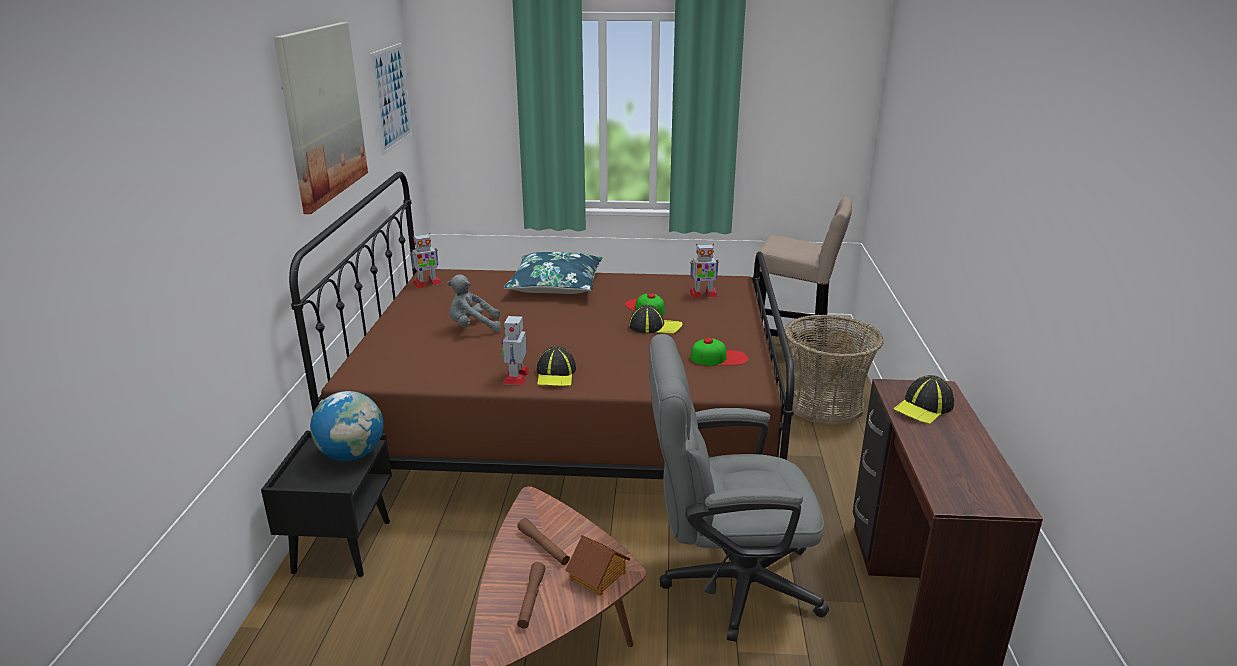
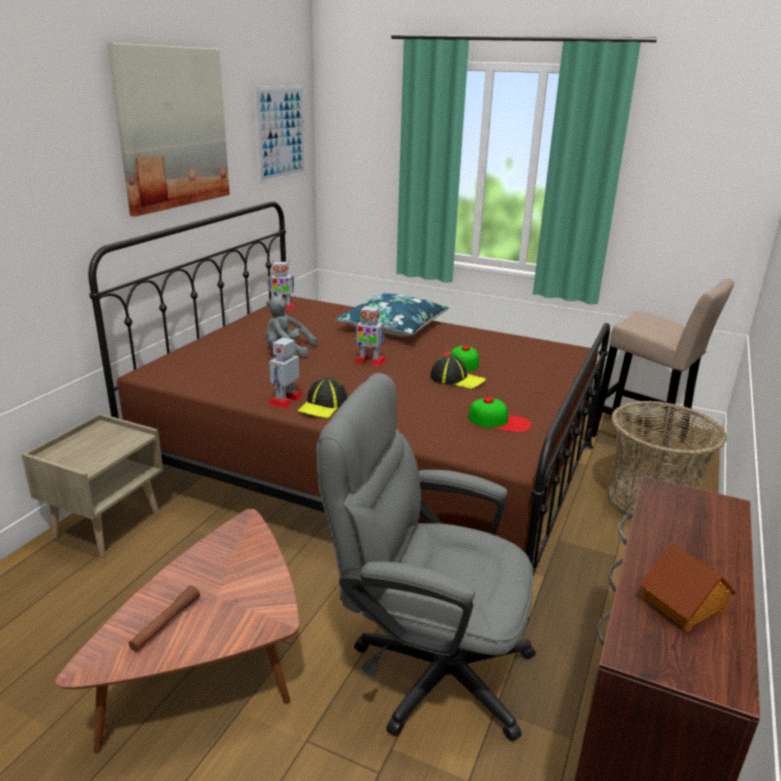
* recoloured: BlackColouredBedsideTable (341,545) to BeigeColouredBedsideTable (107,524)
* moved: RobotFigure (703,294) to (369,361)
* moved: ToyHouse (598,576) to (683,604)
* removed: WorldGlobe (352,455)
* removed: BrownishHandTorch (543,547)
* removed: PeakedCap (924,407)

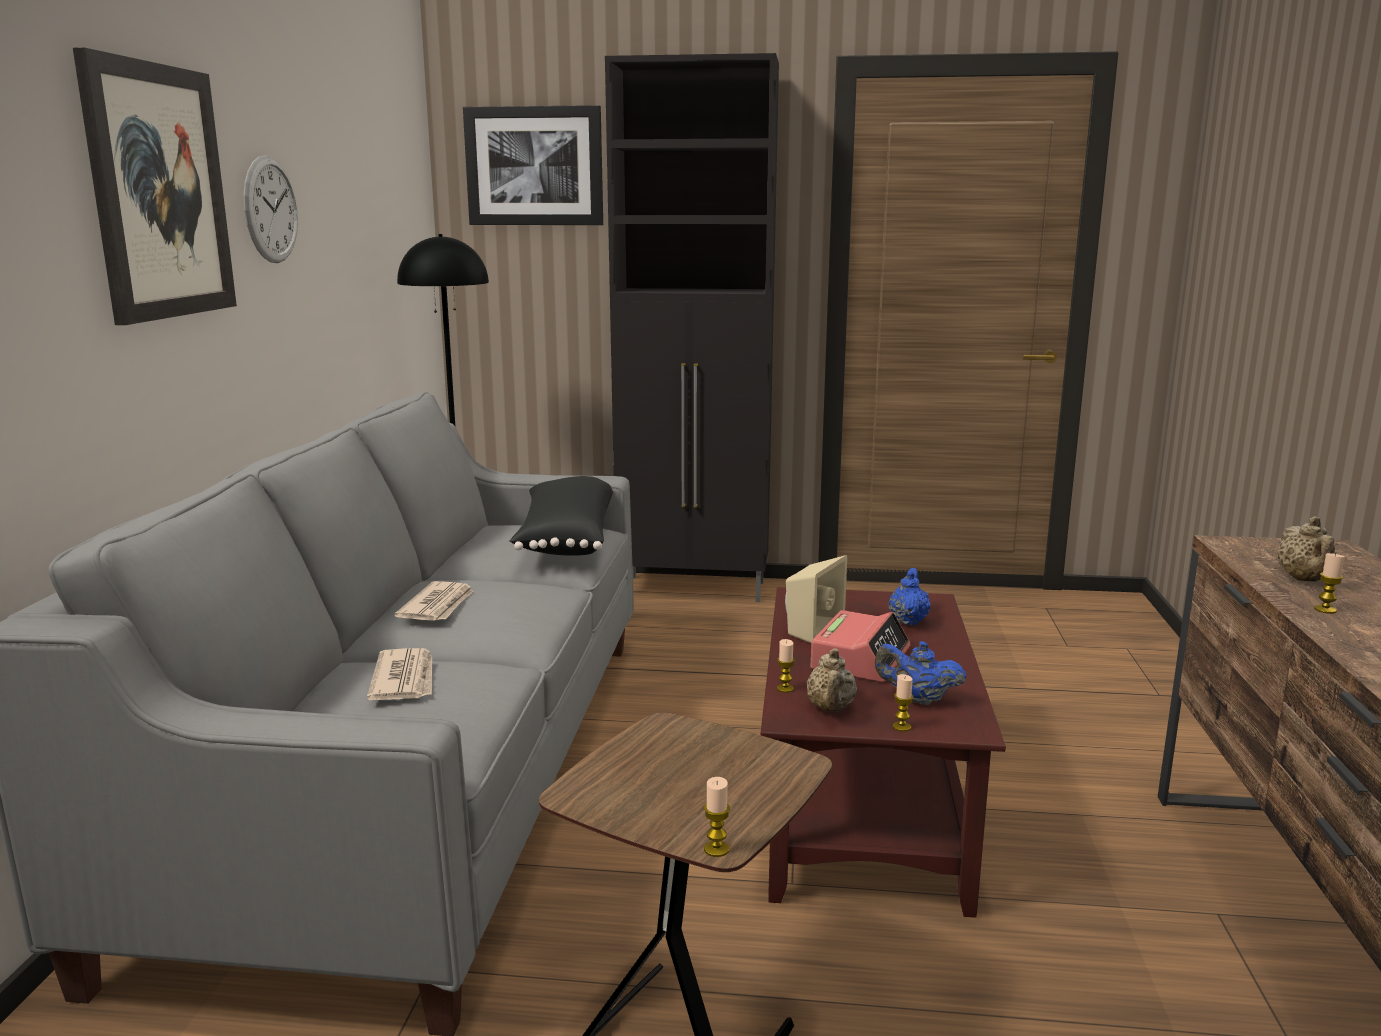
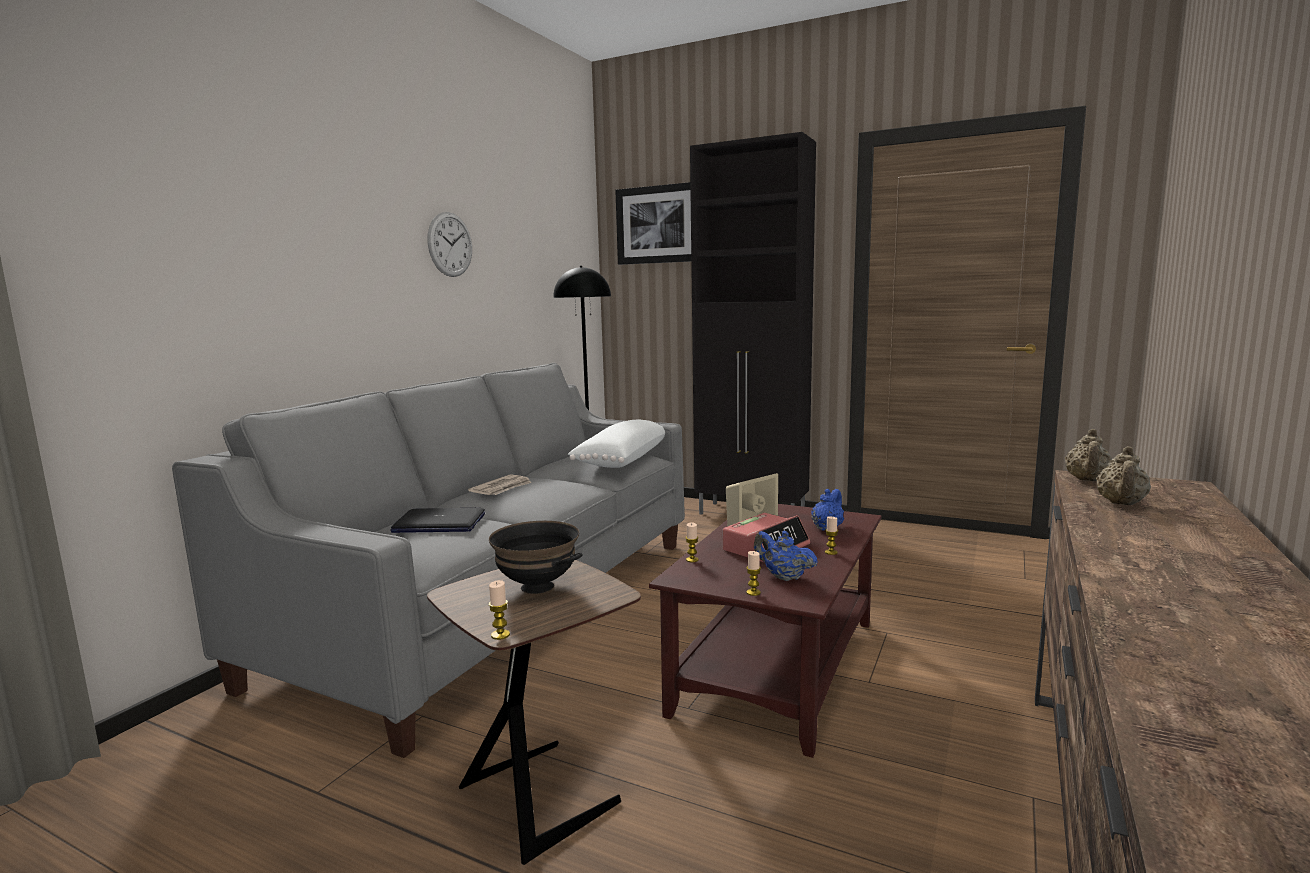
* replaced: Newspaper (405,679) to Laptop (439,523)
* added: BlackColouredDeepDish (538,586)
* recoloured: BlackColouredThrowPillow (564,539) to WhiteColouredThrowPillow (620,460)
* moved: Candle (1325,610) to (831,552)
* moved: BeigeColouredTeaPot (831,709) to (1086,480)
* removed: WallPicture (159,192)

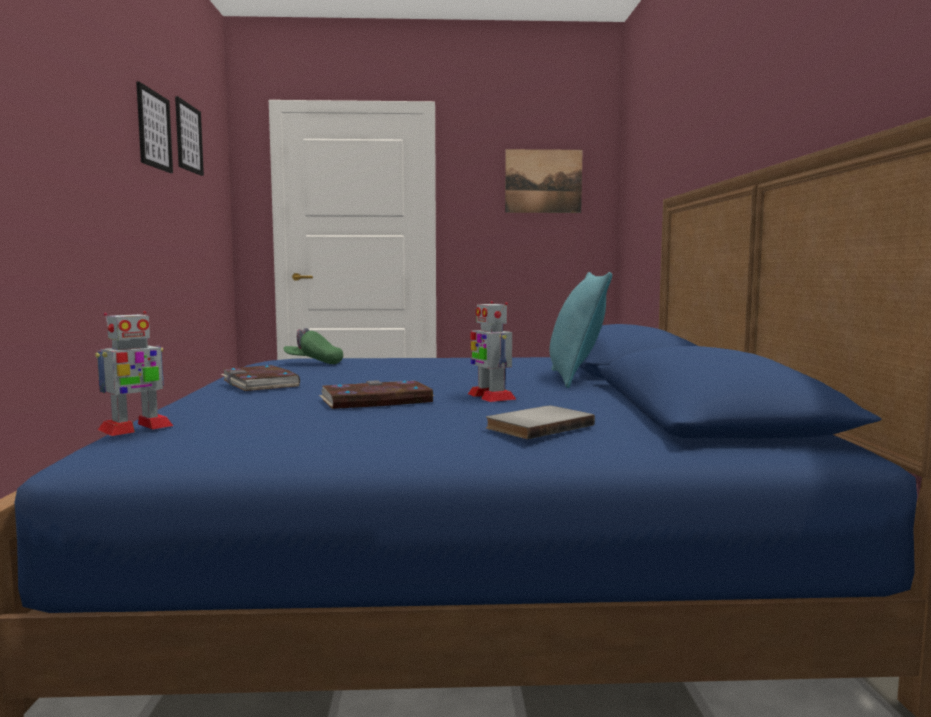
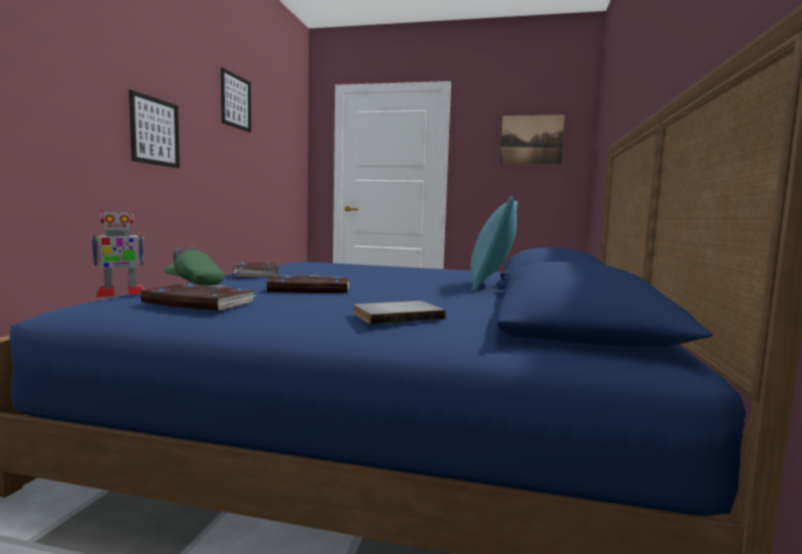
* moved: WallPicture (188,138) to (155,131)
* added: Book (198,302)
* moved: GreenishPeakedCap (313,363) to (194,283)
* removed: RobotFigure (490,397)

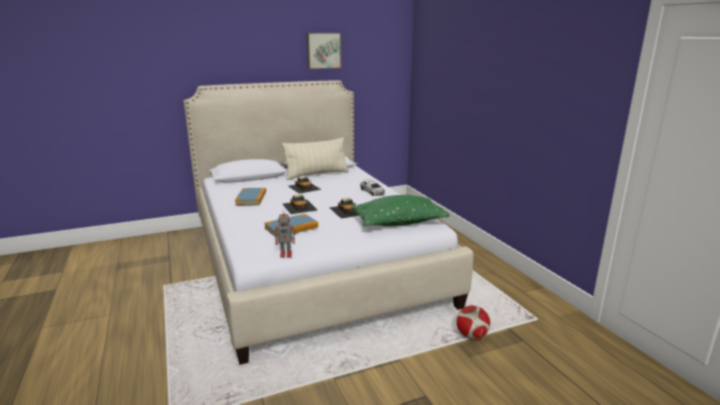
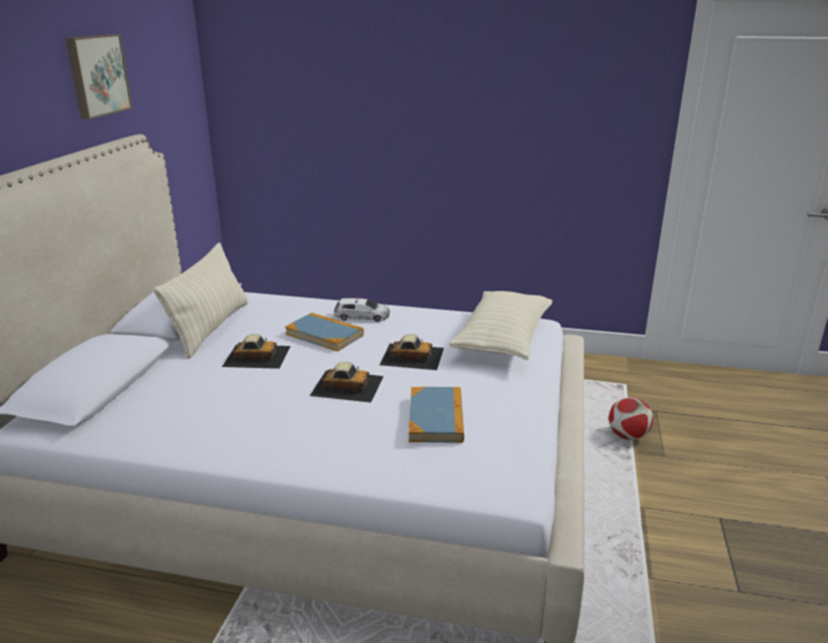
* moved: Book (251,198) to (324,335)
* recoloured: GreenishThrowPillow (399,223) to BeigeColouredThrowPillow (503,340)
* removed: RobotFigure (286,254)

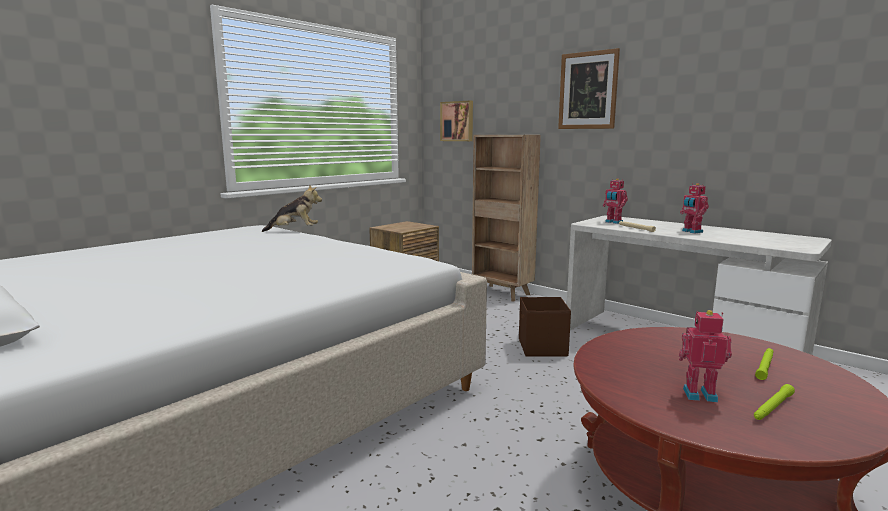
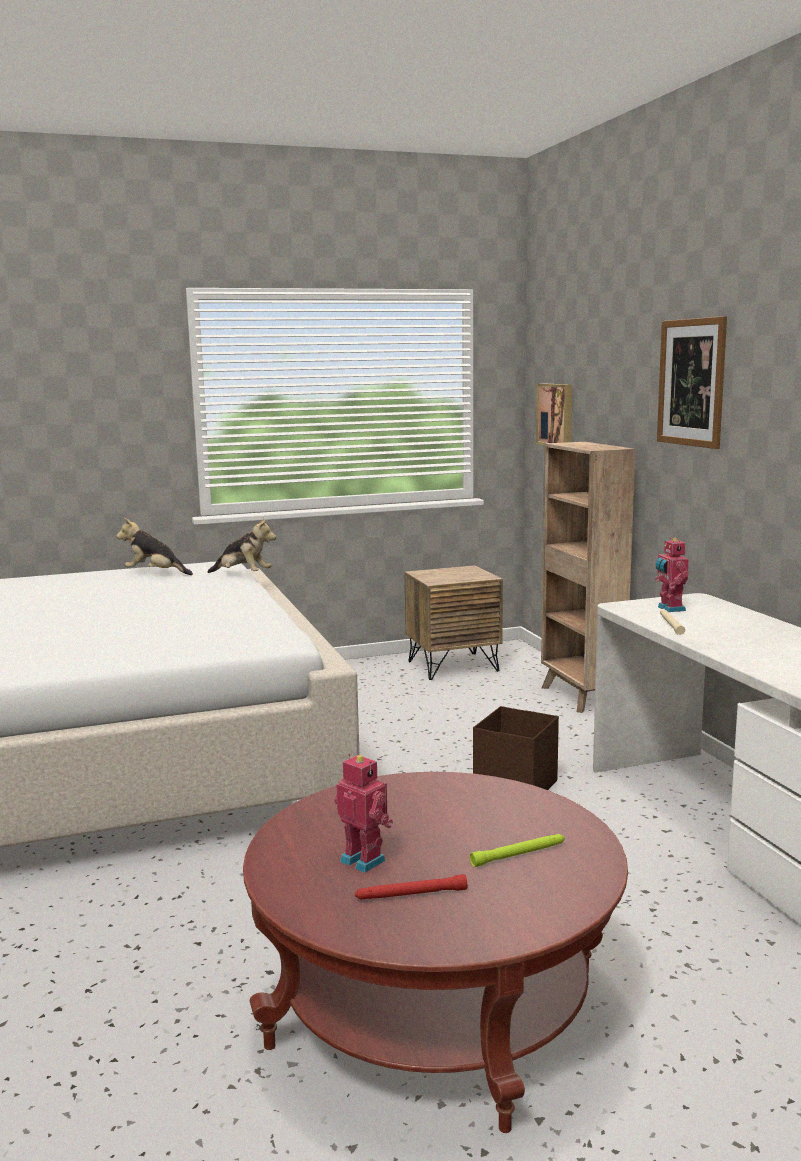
* added: SoftToy (155,574)
* recoloured: GreenishHandTorch (772,407) to RedHandTorch (410,894)
* removed: RobotFigure (691,231)

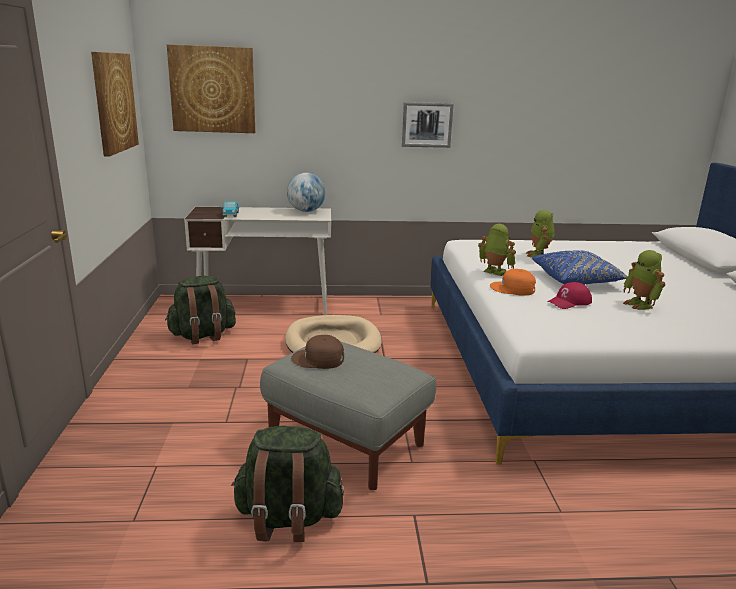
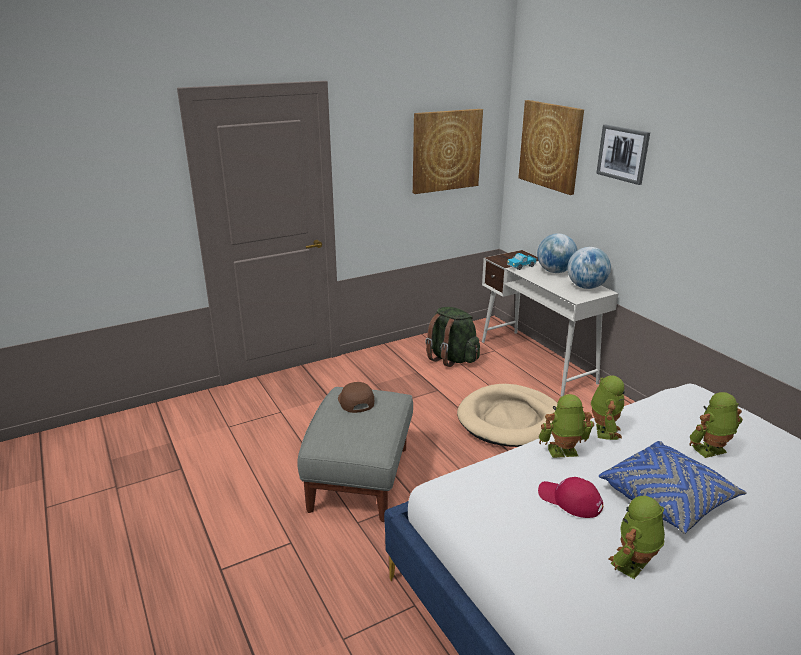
* added: WorldGlobe (555,271)
* replaced: OrangePeakedCap (513,289) to RobotFigure (563,452)
* moved: WallPicture (427,125) to (623,154)
* removed: GreenishRucksack (288,518)

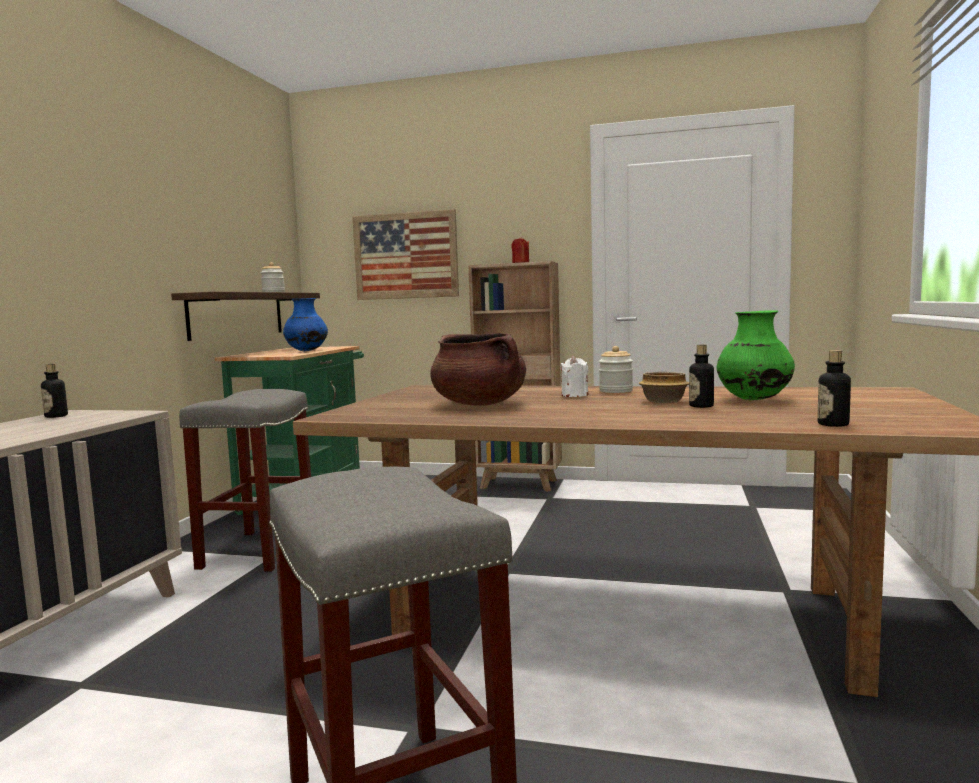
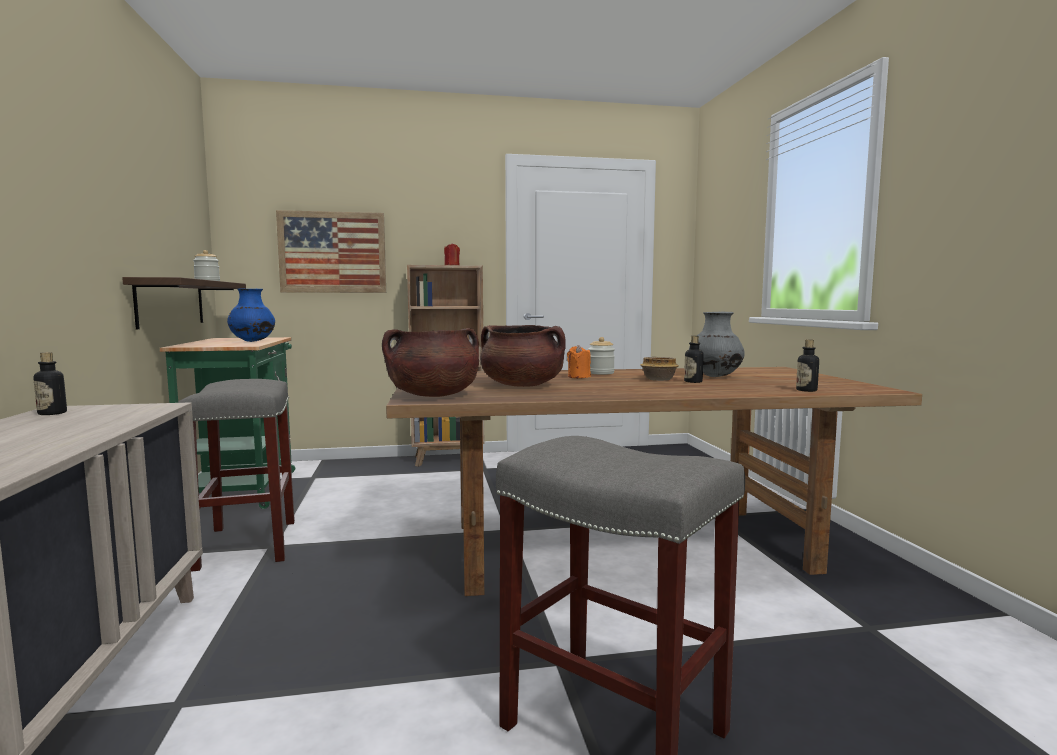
* added: BrownishSaucepot (433,395)
* recoloured: WhiteColouredCandle (574,395) to OrangeCandle (578,377)
* recoloured: GreenishVase (753,400) to GrayVase (714,376)

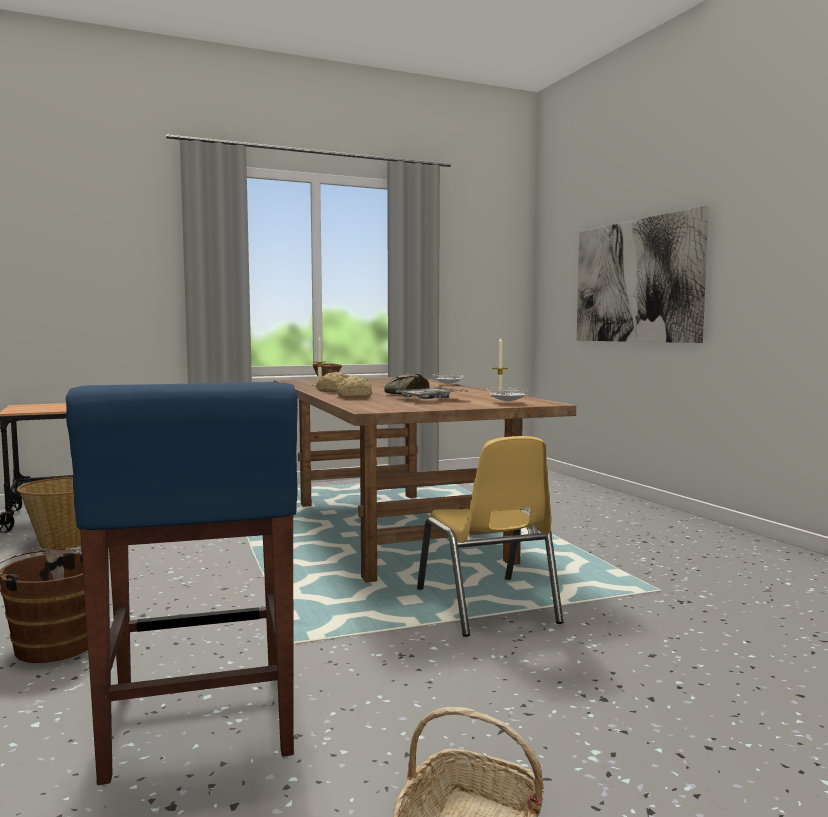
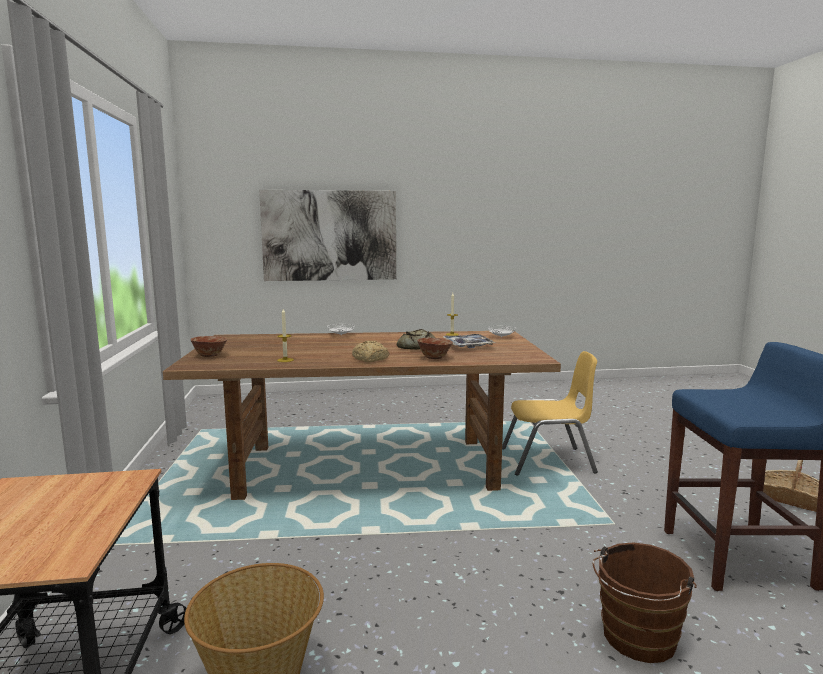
* replaced: Bread (354,397) to DeepDish (434,358)

